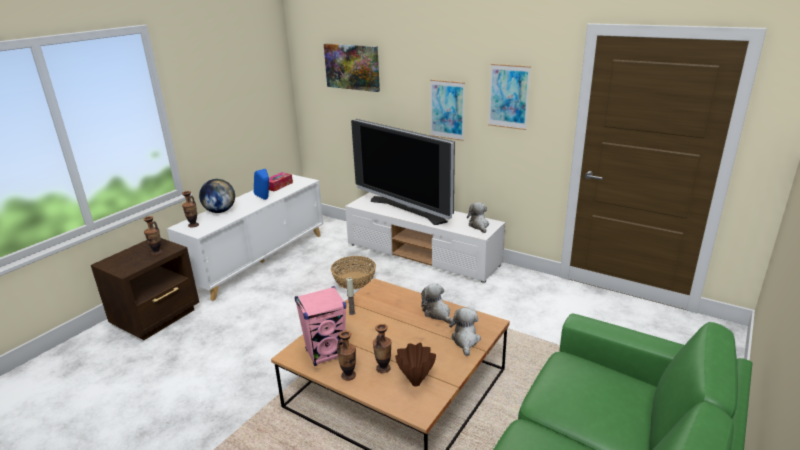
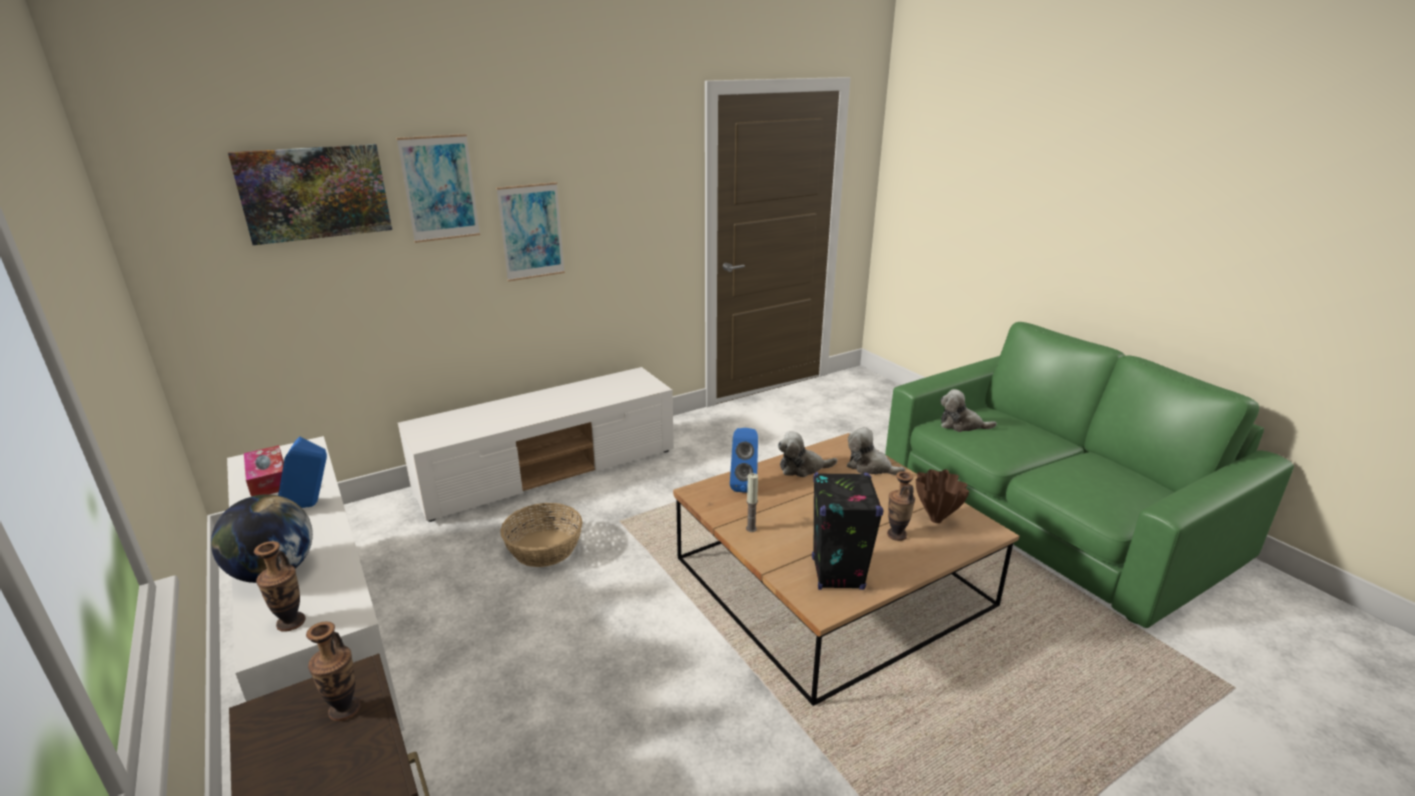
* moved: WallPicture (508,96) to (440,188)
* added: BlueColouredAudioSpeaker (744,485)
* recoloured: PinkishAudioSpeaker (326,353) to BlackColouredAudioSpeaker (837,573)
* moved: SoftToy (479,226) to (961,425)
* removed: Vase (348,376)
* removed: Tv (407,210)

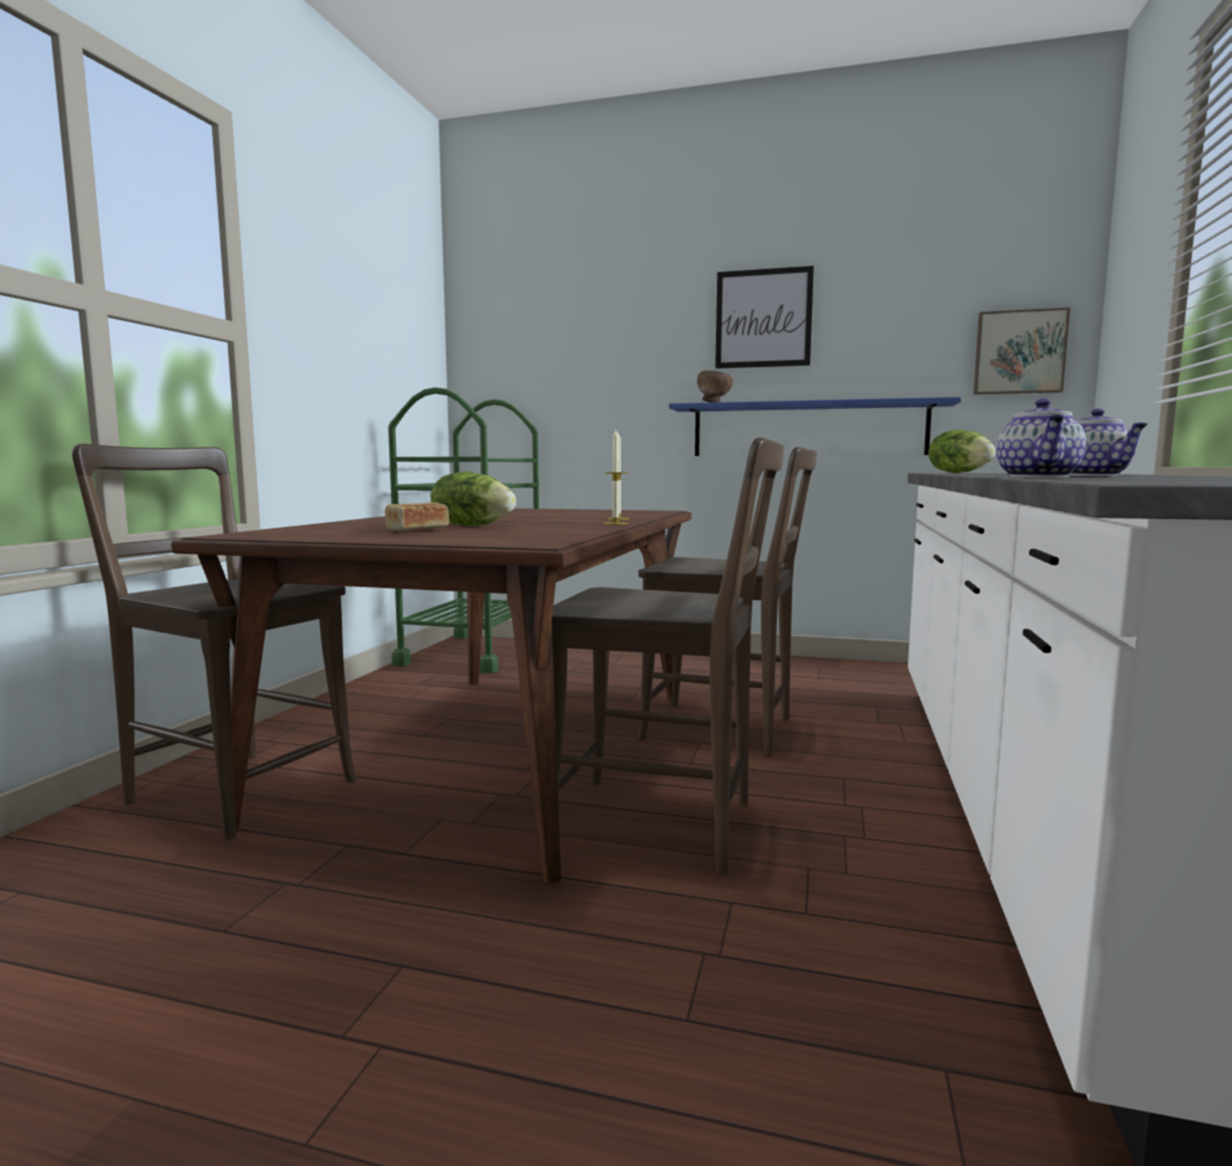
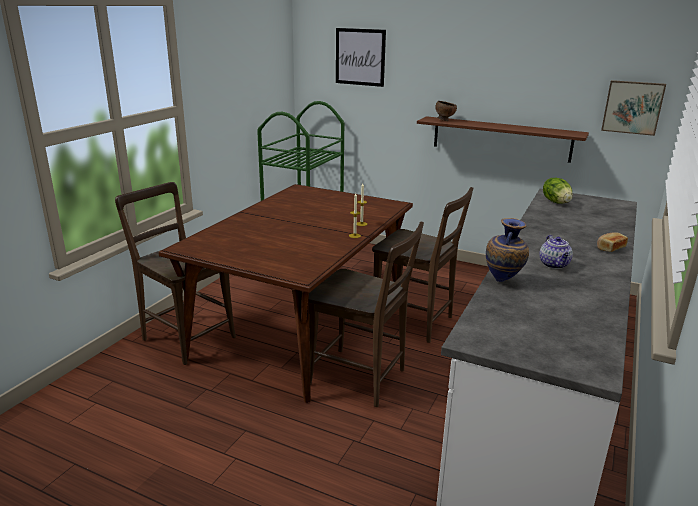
* moved: WallPicture (763,318) to (360,57)
* recoloured: BlueColouredShelf (808,430) to BrownishShelf (501,139)
* replaced: TeaPot (1039,477) to Vase (503,282)
* moved: Bread (417,530) to (609,248)
* removed: LettuceHead (473,525)

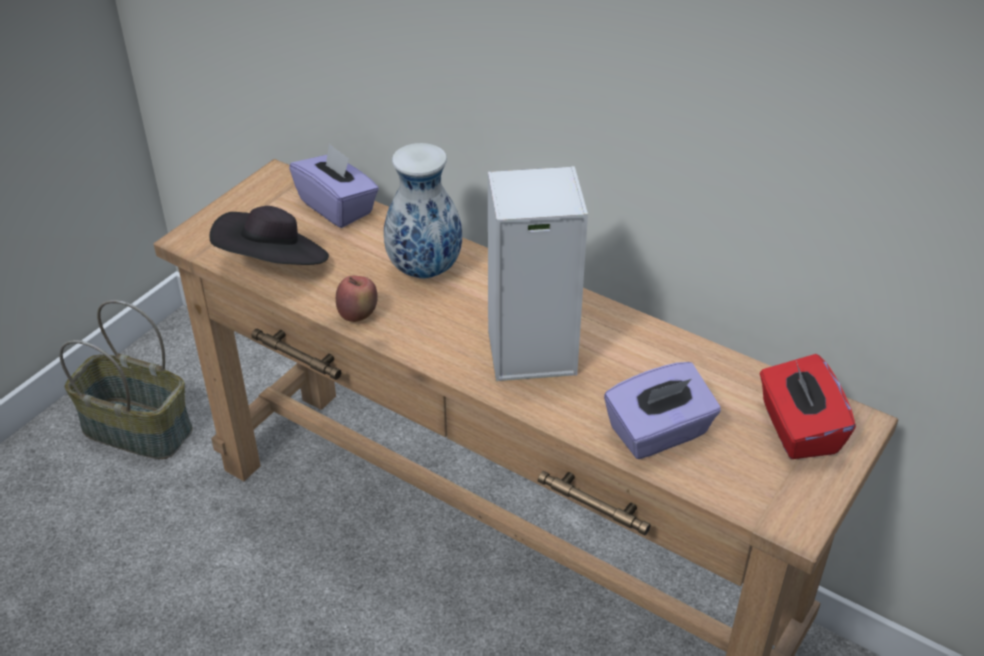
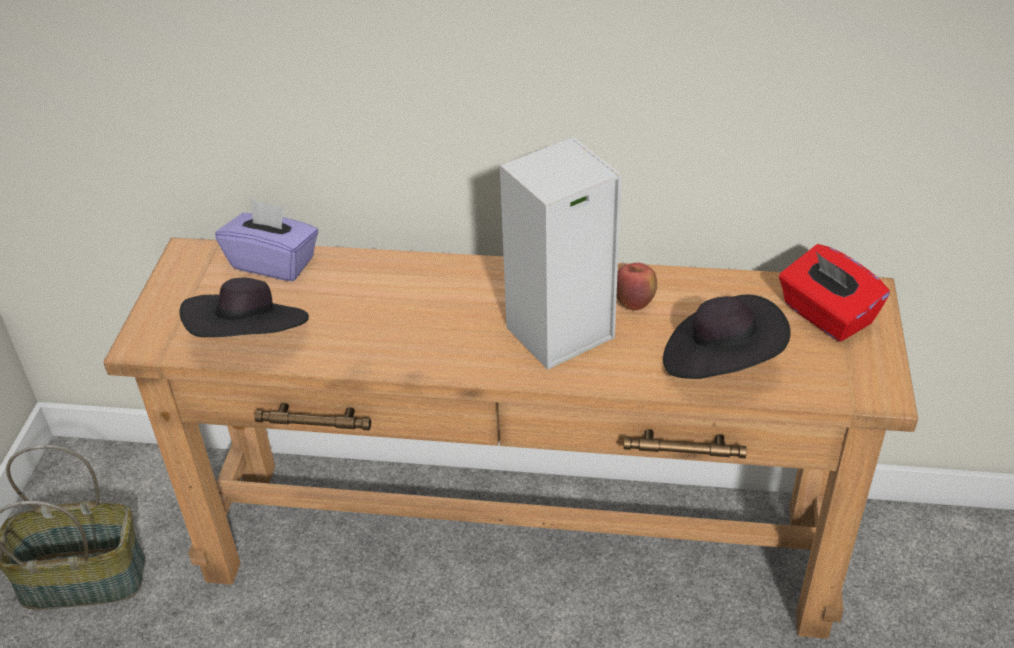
* moved: Apple (358,315) to (634,303)
* replaced: PurplishTissueHolder (659,433) to BlackColouredClothingHat (720,361)
* removed: Vase (424,269)

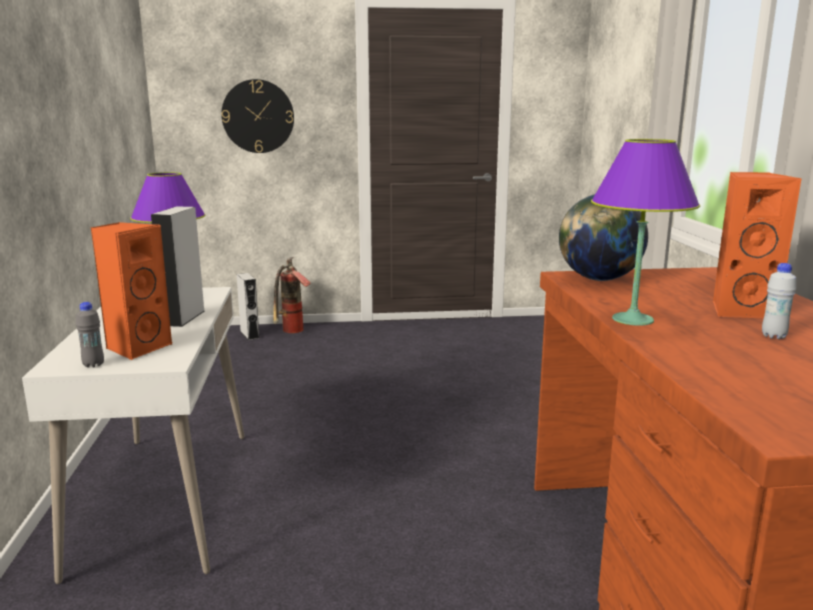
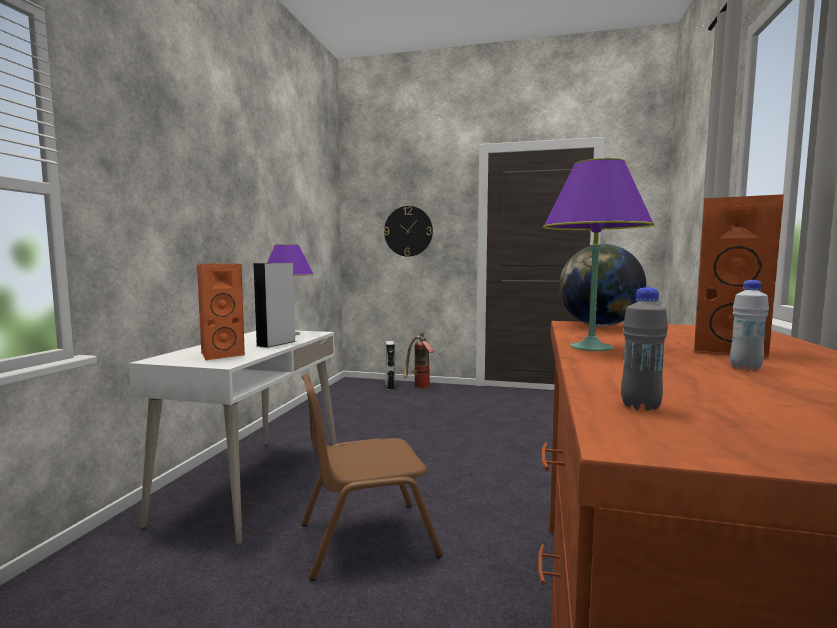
* added: BrownishChair (366,539)
* moved: GrayDrinkBottle (93,365) to (640,406)

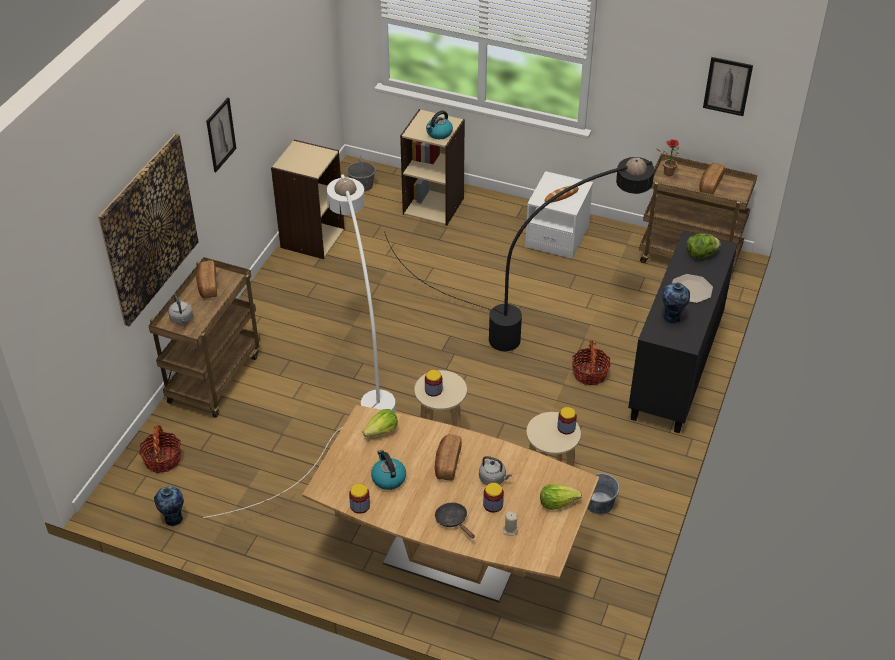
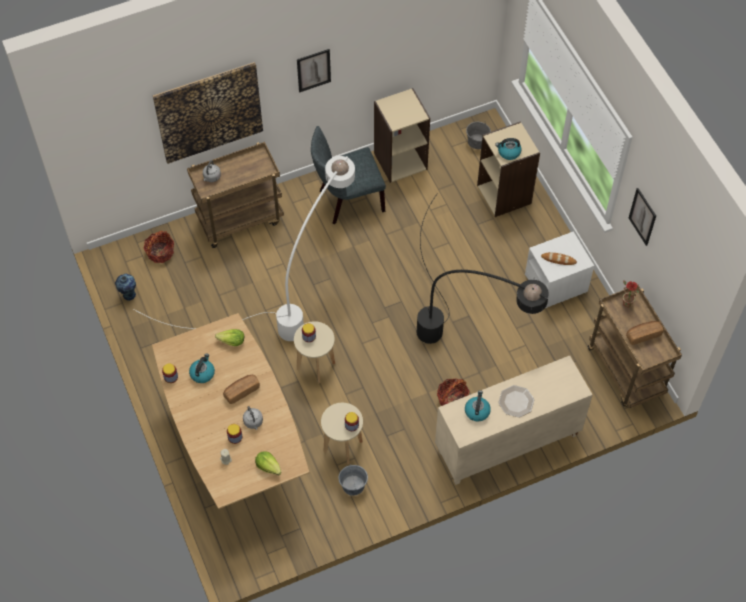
* added: GrayChair (347,201)
* recoloured: BlackColouredStorageCabinet (676,372) to BeigeColouredStorageCabinet (507,444)
* replaced: Vase (672,318) to TeaKettle (477,411)
* moved: WallPicture (727,86) to (642,216)
* removed: Bread (207,286)
* removed: BlackColouredSkillet (453,521)
* removed: LettuceHead (701,254)

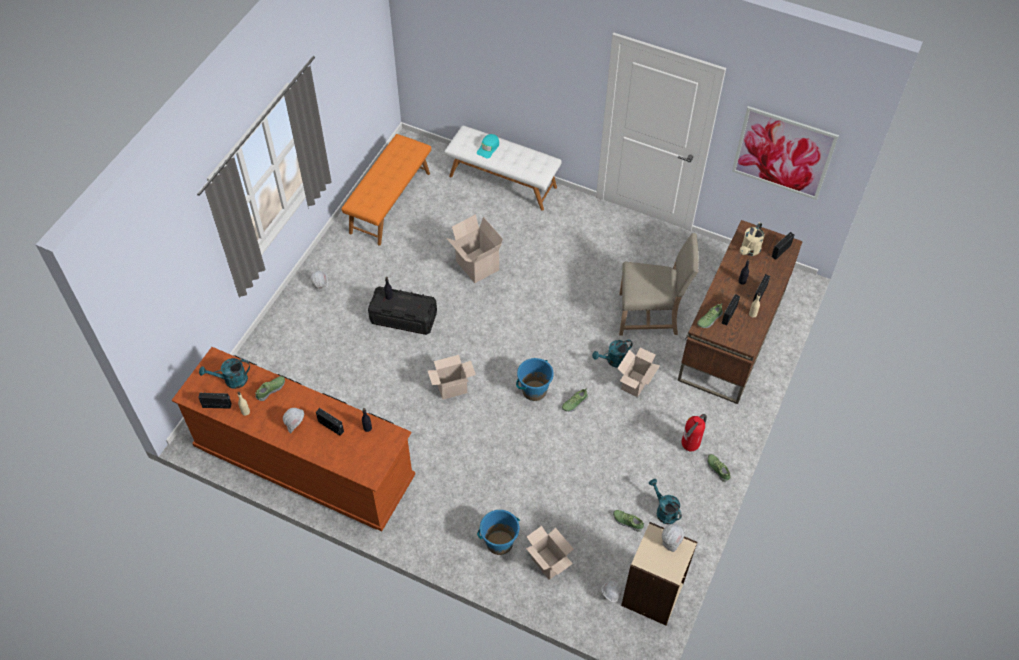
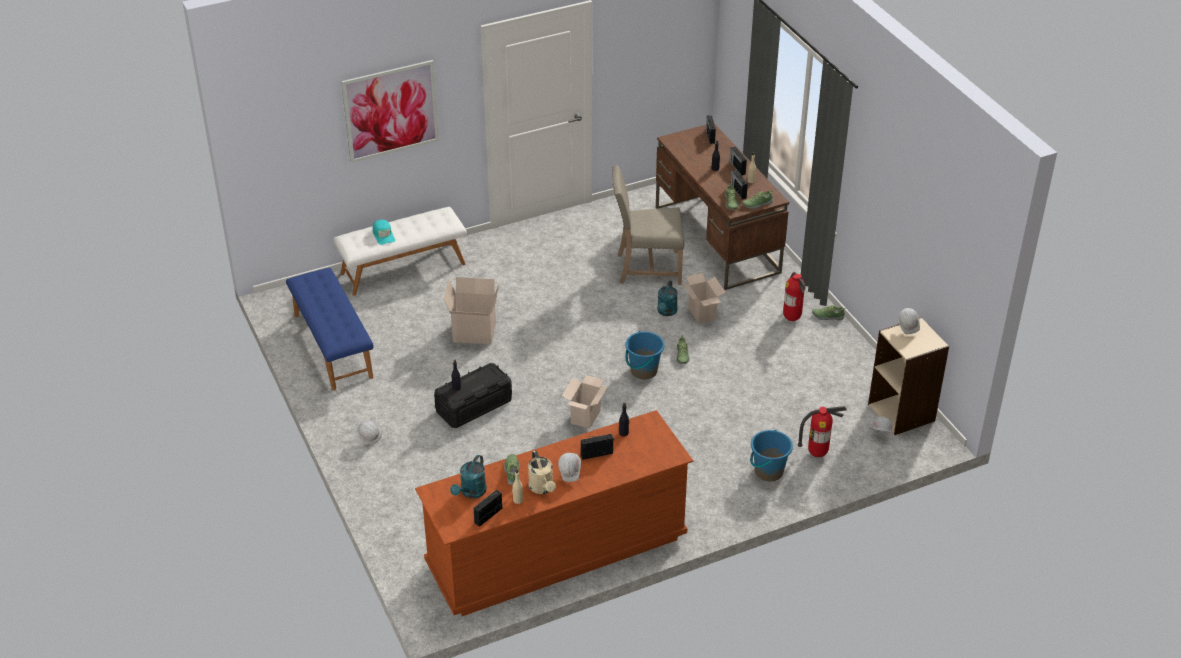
* recoloured: OrangeLongSeat (389,202) to BlueColouredLongSeat (332,346)
* moved: WallPicture (783,153) to (391,111)
* moved: BeigeColouredWateringPot (749,251) to (542,488)
* turned: BeigeColouredChair (650,315) = (646,268) 135 degrees counterclockwise
* moved: ItemOfFootwear (628,521) to (757,204)
* replaced: Carton (549,563) to FireExtinguisher (817,453)
* removed: TurquoiseColouredWateringPot (664,511)

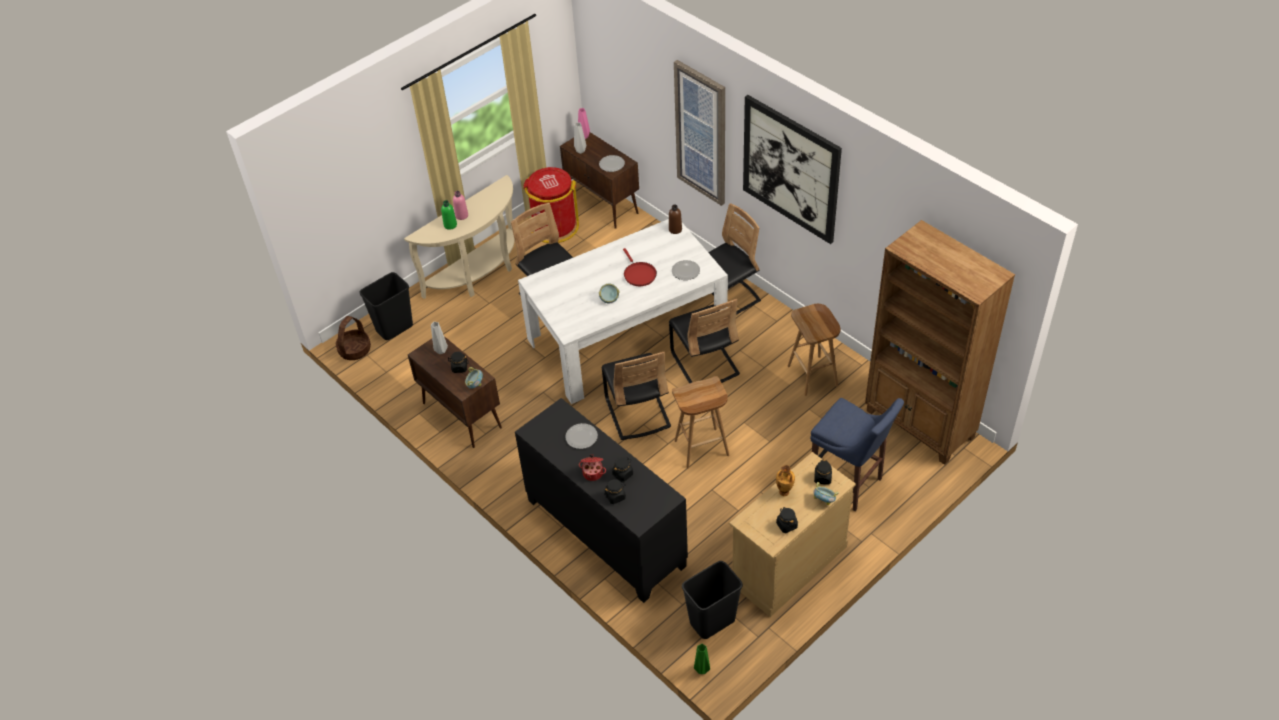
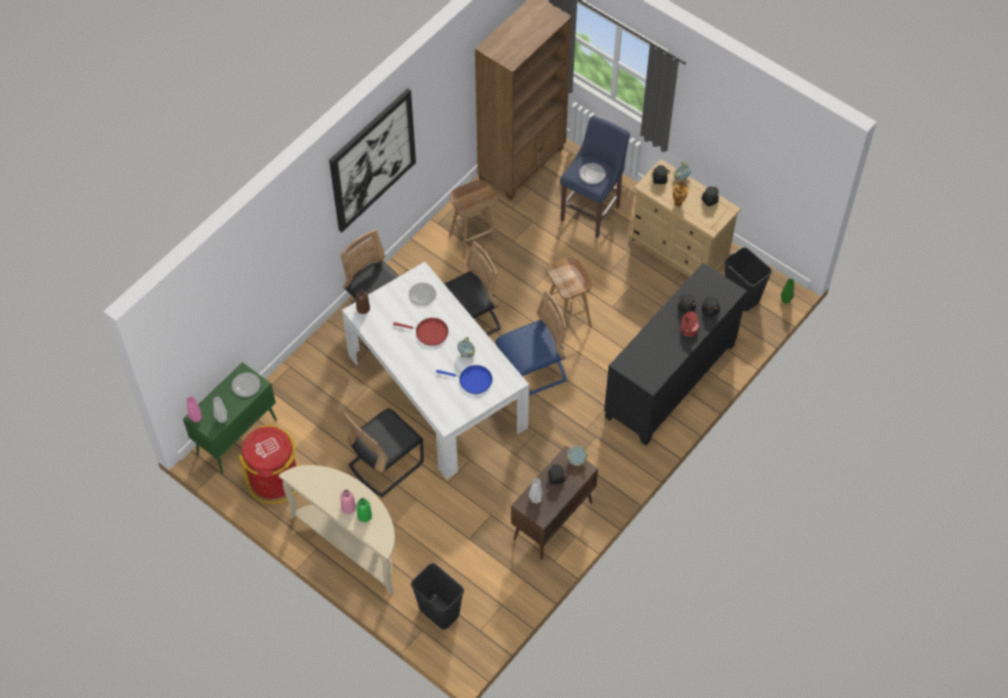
* recoloured: BrownishStorageCabinet (603,205) to GreenishStorageCabinet (237,436)
* turned: RedSkillet (639,274) = (429,332) 45 degrees clockwise
* added: BlueColouredSkillet (473,380)
* recoloured: BlackColouredChair (637,412) to BlueColouredChair (532,372)
* moved: FlatDish (581,437) to (592,174)
* removed: HouseholdBasket (354,350)
* removed: WallPicture (701,133)

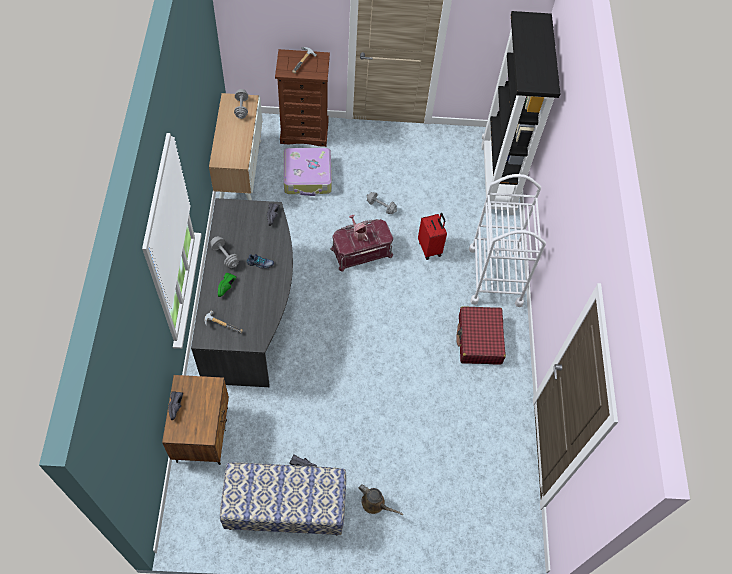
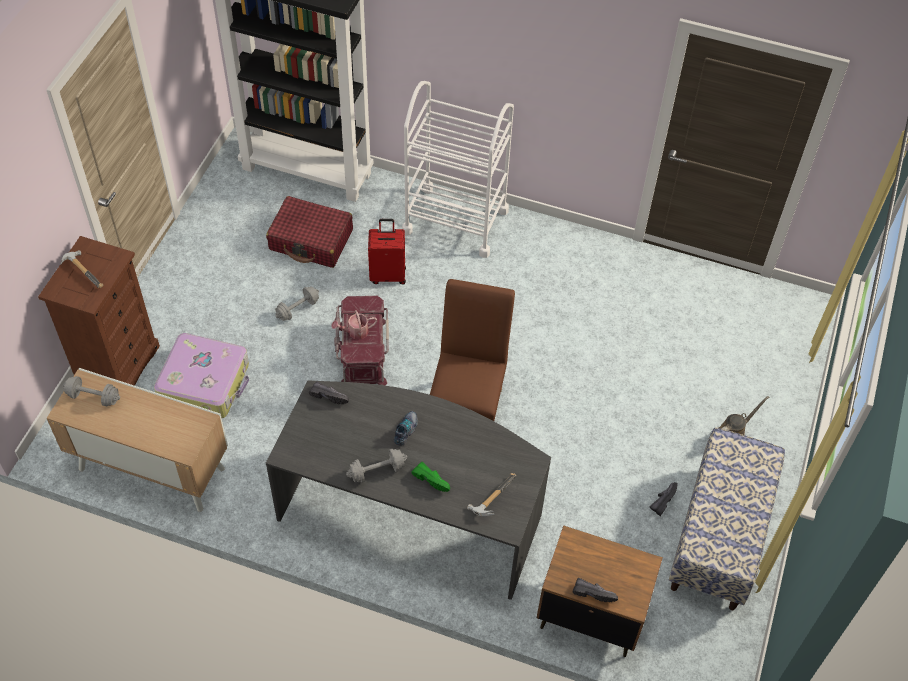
* moved: RedTravelCase (479,340) to (311,240)
* added: BrownishChair (468,407)

